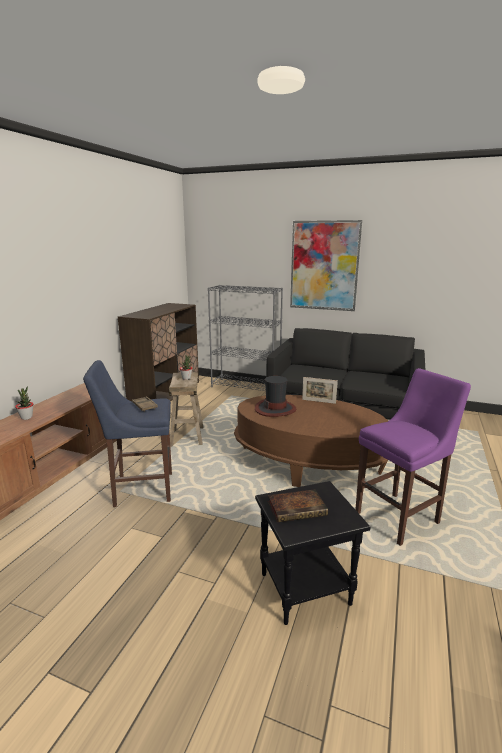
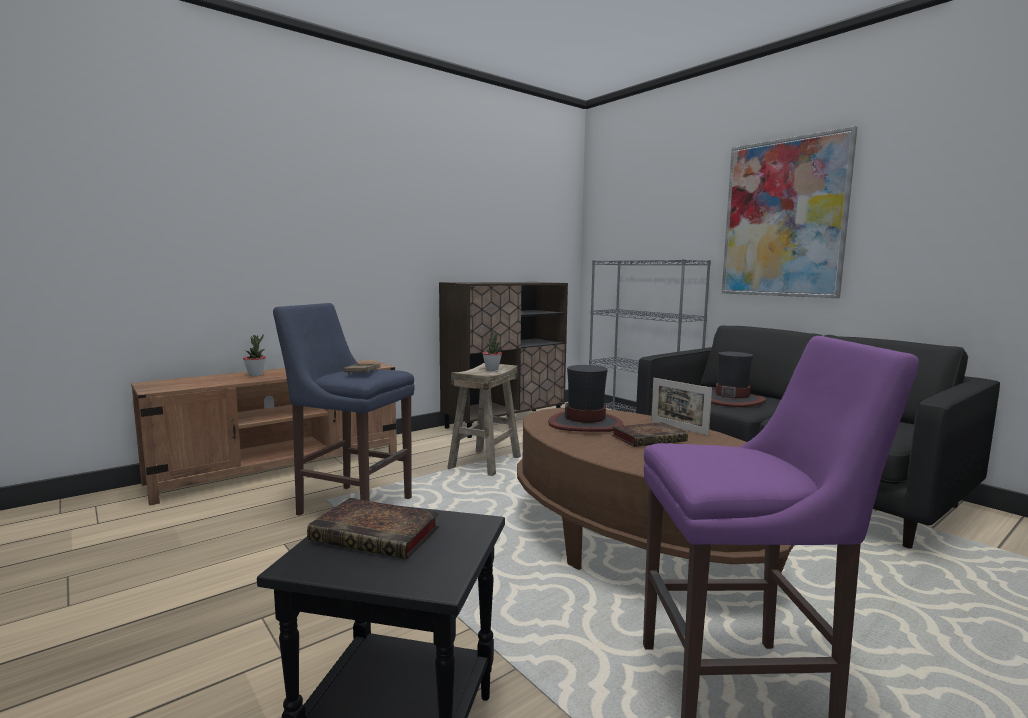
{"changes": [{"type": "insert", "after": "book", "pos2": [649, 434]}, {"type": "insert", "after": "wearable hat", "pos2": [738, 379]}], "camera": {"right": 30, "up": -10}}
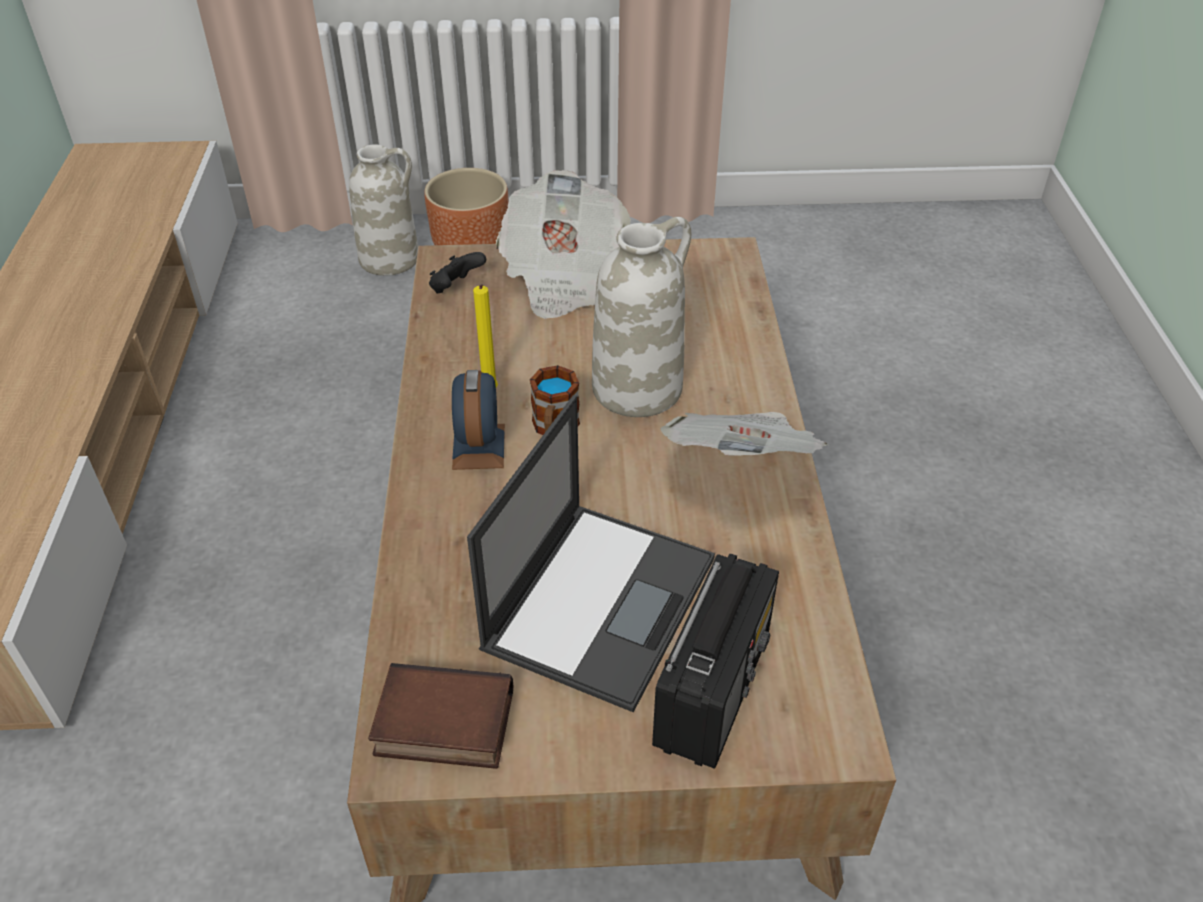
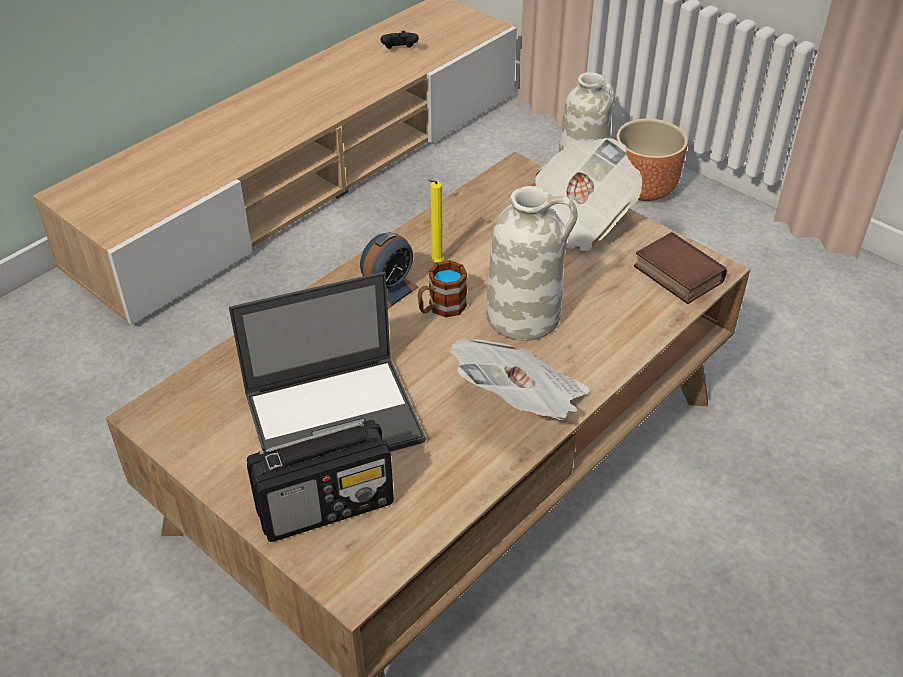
{"changes": [{"type": "move", "before": "blackish game controller", "pos1": [457, 272], "pos2": [400, 40]}, {"type": "move", "before": "book", "pos1": [440, 716], "pos2": [680, 268]}], "camera": {"right": 45, "up": 0}}
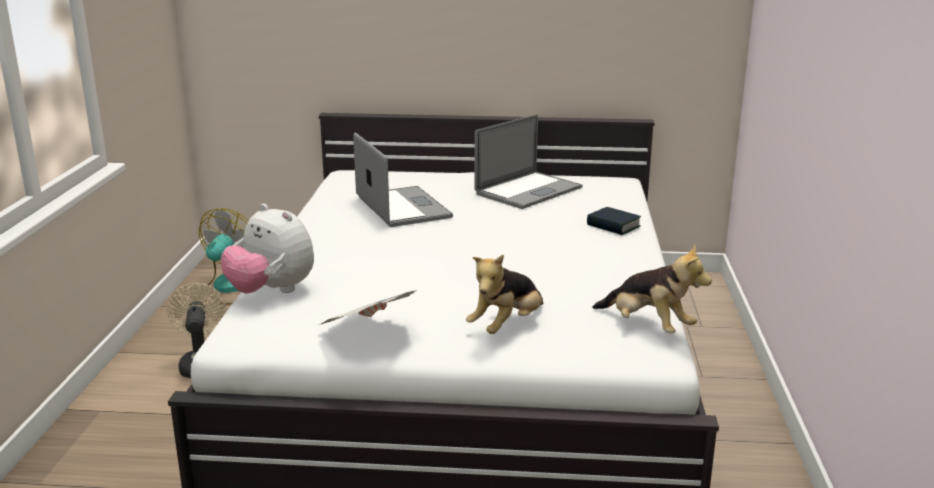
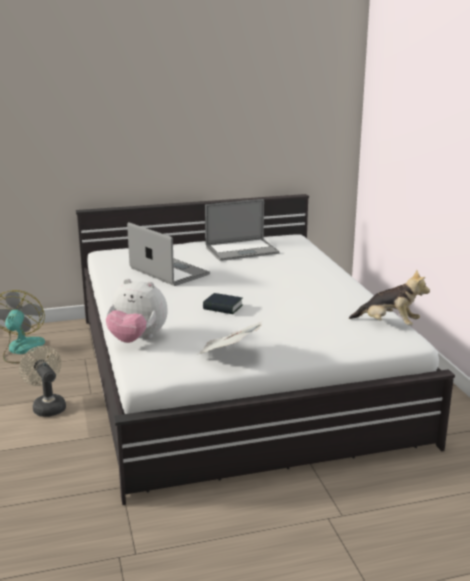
{"changes": [{"type": "move", "before": "book", "pos1": [614, 221], "pos2": [223, 303]}, {"type": "rotate", "before": "notebook computer", "pos1": [529, 161], "pos2": [242, 230], "turn": 45}, {"type": "delete", "before": "plush toy", "pos1": [504, 294]}], "camera": {"right": -20, "up": 0}}
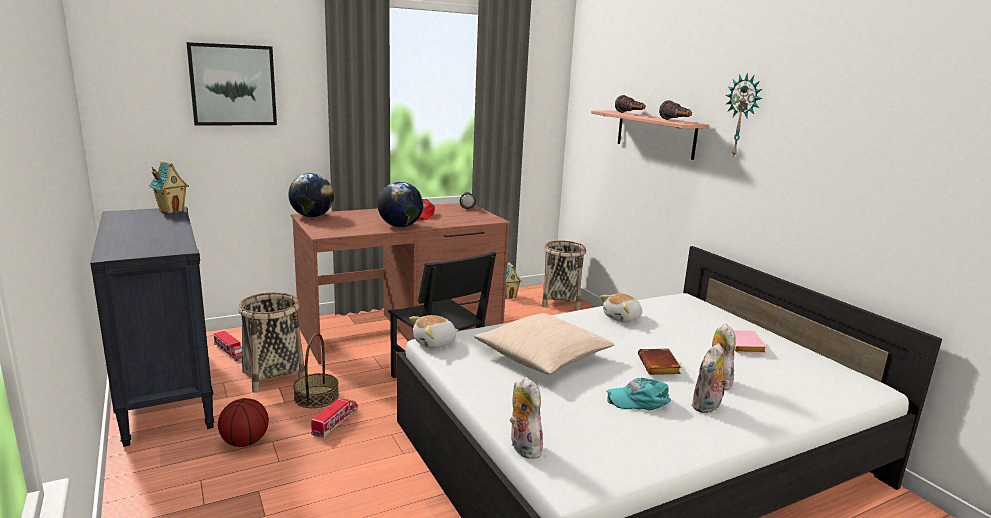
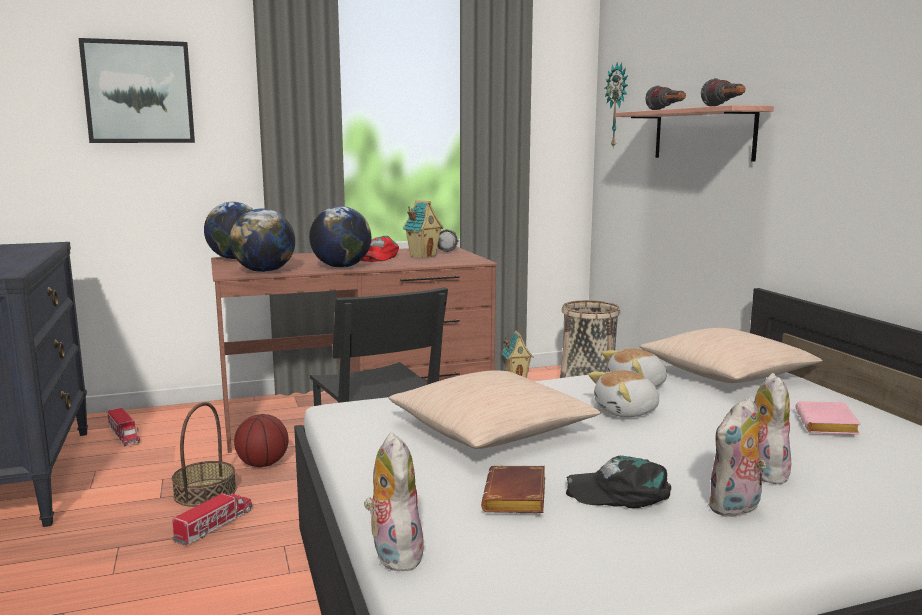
{"changes": [{"type": "insert", "after": "globe", "pos2": [262, 240]}, {"type": "move", "before": "basketball ball", "pos1": [243, 422], "pos2": [261, 440]}, {"type": "move", "before": "toy house", "pos1": [169, 187], "pos2": [423, 229]}, {"type": "move", "before": "brownish book", "pos1": [659, 361], "pos2": [513, 489]}, {"type": "recolor", "before": "blue-green baseball cap", "after": "blackish baseball cap", "pos1": [638, 394], "pos2": [618, 482]}, {"type": "move", "before": "plush toy", "pos1": [433, 331], "pos2": [624, 393]}, {"type": "move", "before": "clock on the wall", "pos1": [744, 115], "pos2": [616, 105]}, {"type": "insert", "after": "beige cushion", "pos2": [731, 355]}, {"type": "delete", "before": "basket", "pos1": [271, 342]}], "camera": {"right": 10, "up": -5}}
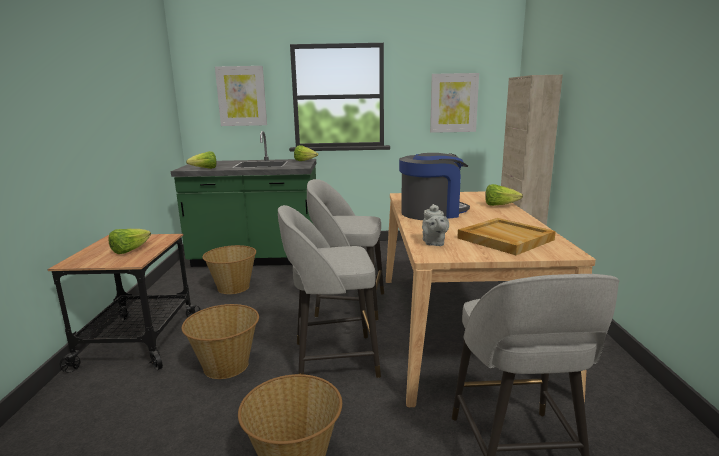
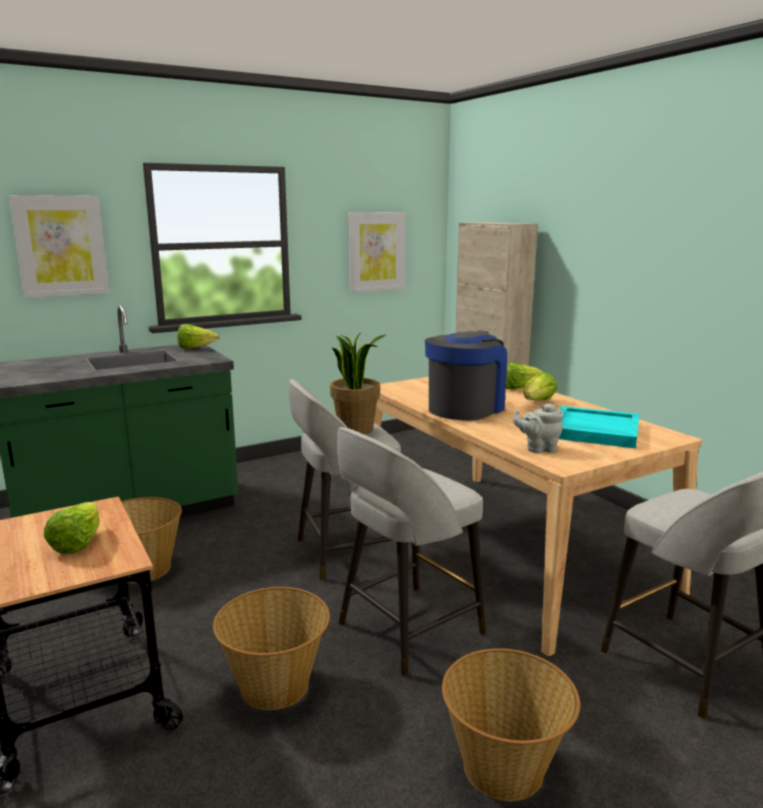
{"changes": [{"type": "insert", "after": "potted plant", "pos2": [358, 383]}, {"type": "rotate", "before": "grey tea pot", "pos1": [435, 225], "pos2": [538, 428], "turn": 120}, {"type": "move", "before": "head of lettuce", "pos1": [201, 160], "pos2": [540, 386]}, {"type": "recolor", "before": "beige serving tray", "after": "blue-green serving tray", "pos1": [506, 236], "pos2": [599, 427]}], "camera": {"right": -30, "up": 0}}
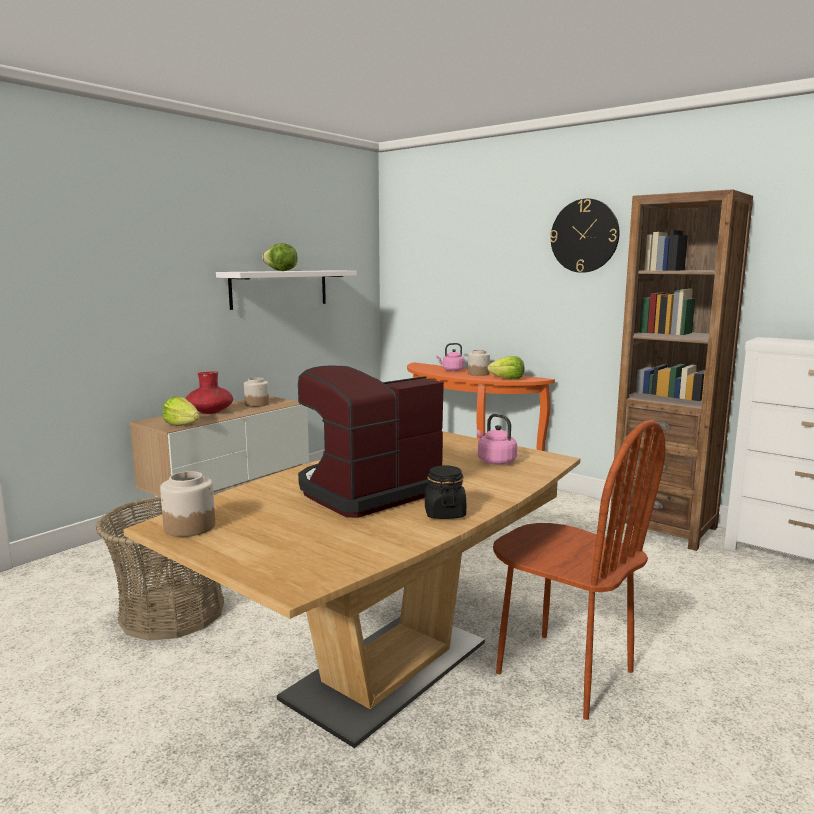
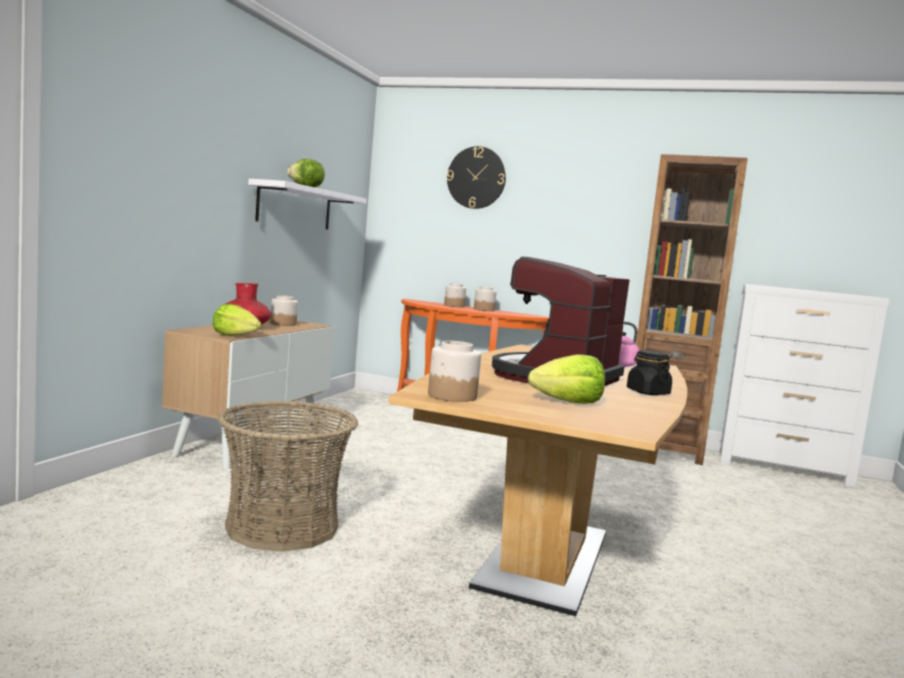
{"changes": [{"type": "replace", "before": "pink-coloured kettle", "after": "preserve jar", "pos1": [450, 357], "pos2": [455, 295]}, {"type": "move", "before": "clock on the wall", "pos1": [584, 236], "pos2": [476, 177]}, {"type": "move", "before": "head of lettuce", "pos1": [505, 367], "pos2": [566, 379]}, {"type": "delete", "before": "brownish chair", "pos1": [579, 570]}], "camera": {"right": -20, "up": -5}}
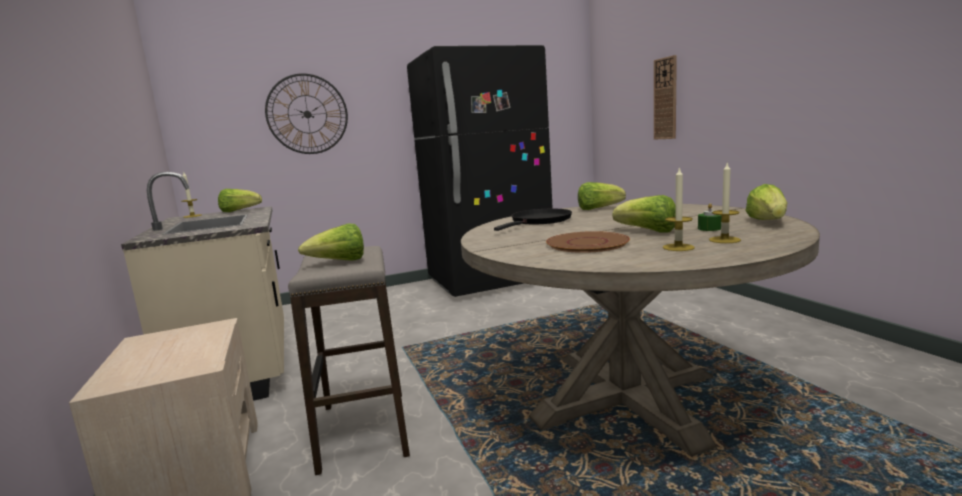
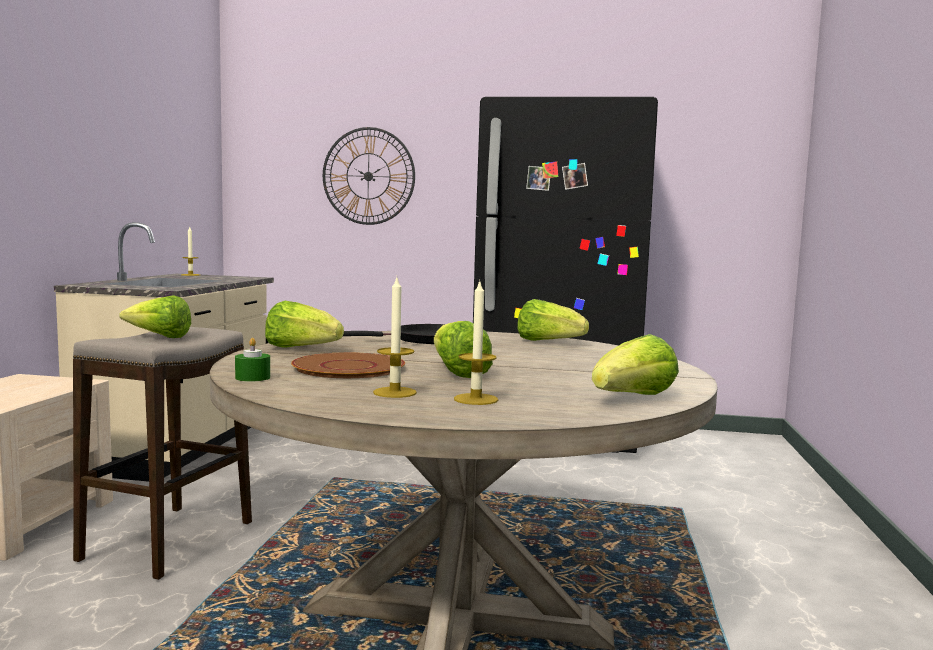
{"changes": [{"type": "move", "before": "greenish wax light", "pos1": [709, 217], "pos2": [252, 360]}, {"type": "move", "before": "head of lettuce", "pos1": [240, 200], "pos2": [304, 324]}, {"type": "delete", "before": "clock on the wall", "pos1": [665, 97]}], "camera": {"right": 30, "up": -5}}
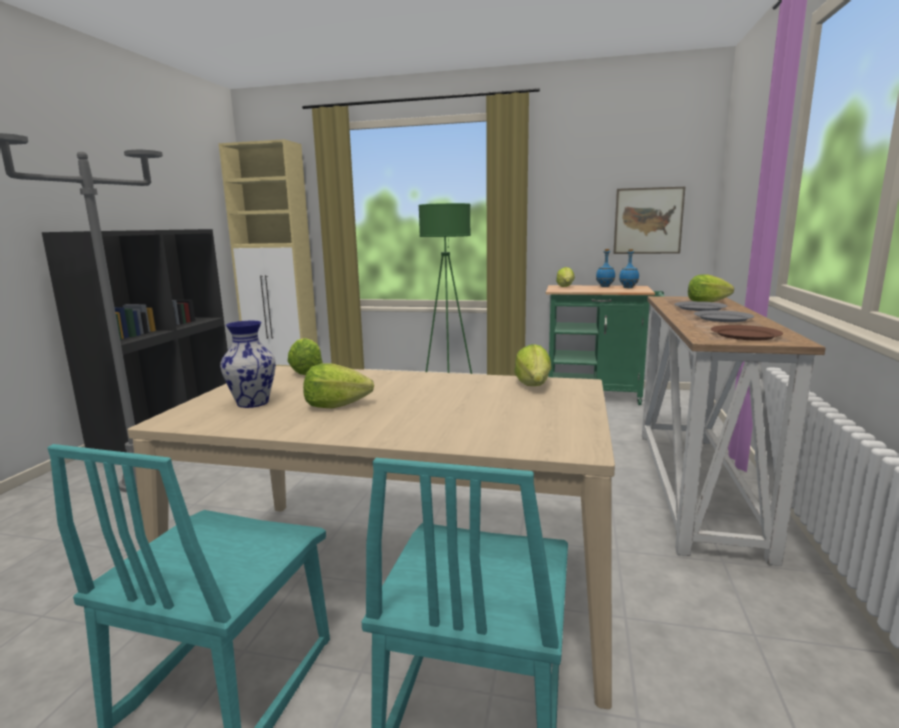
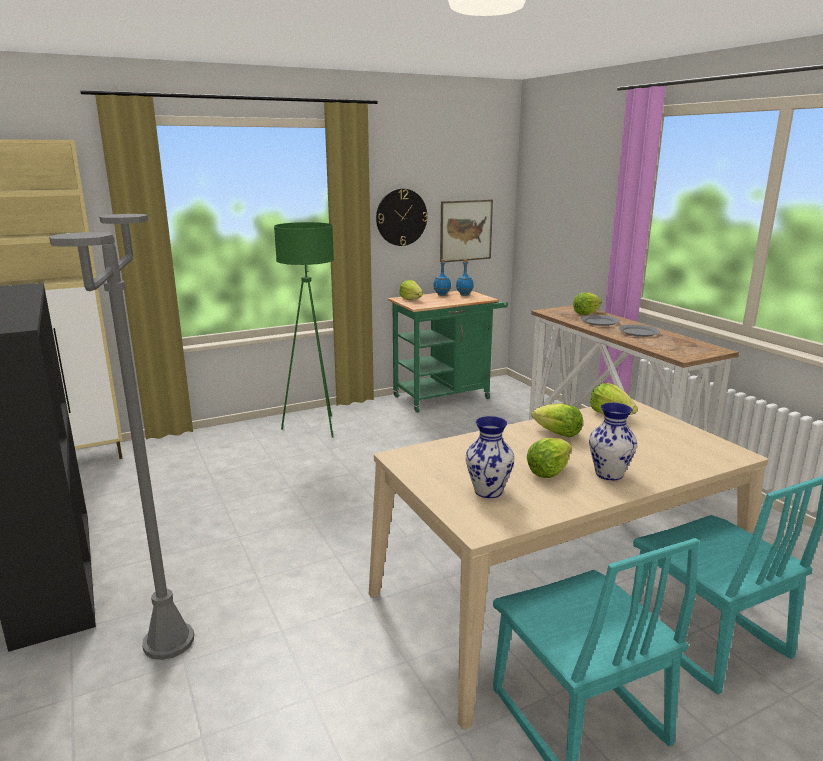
{"changes": [{"type": "insert", "after": "clock on the wall", "pos2": [402, 217]}, {"type": "move", "before": "head of lettuce", "pos1": [305, 356], "pos2": [557, 420]}, {"type": "insert", "after": "decorative vase", "pos2": [613, 442]}, {"type": "delete", "before": "brownish plate", "pos1": [747, 332]}], "camera": {"right": -40, "up": 5}}
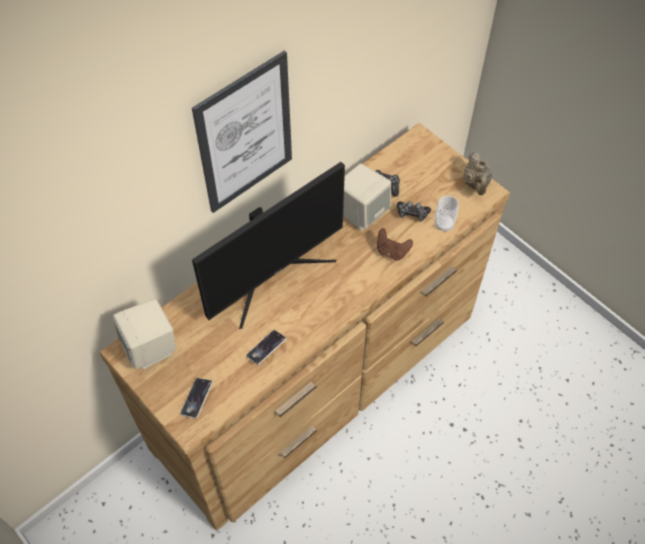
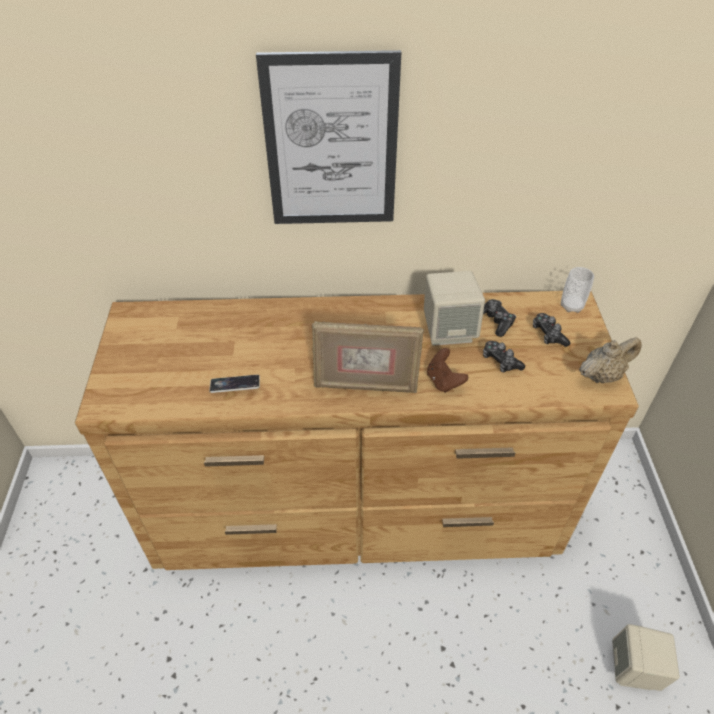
{"changes": [{"type": "insert", "after": "photo frame", "pos2": [368, 357]}, {"type": "insert", "after": "game controller", "pos2": [551, 330]}, {"type": "move", "before": "drinking cup", "pos1": [447, 214], "pos2": [577, 290]}, {"type": "rotate", "before": "beige tea pot", "pos1": [477, 173], "pos2": [610, 360], "turn": -150}, {"type": "move", "before": "beige speaker", "pos1": [144, 334], "pos2": [646, 657]}, {"type": "delete", "before": "phone", "pos1": [196, 398]}, {"type": "delete", "before": "monitor", "pos1": [268, 245]}], "camera": {"right": 40, "up": -10}}
